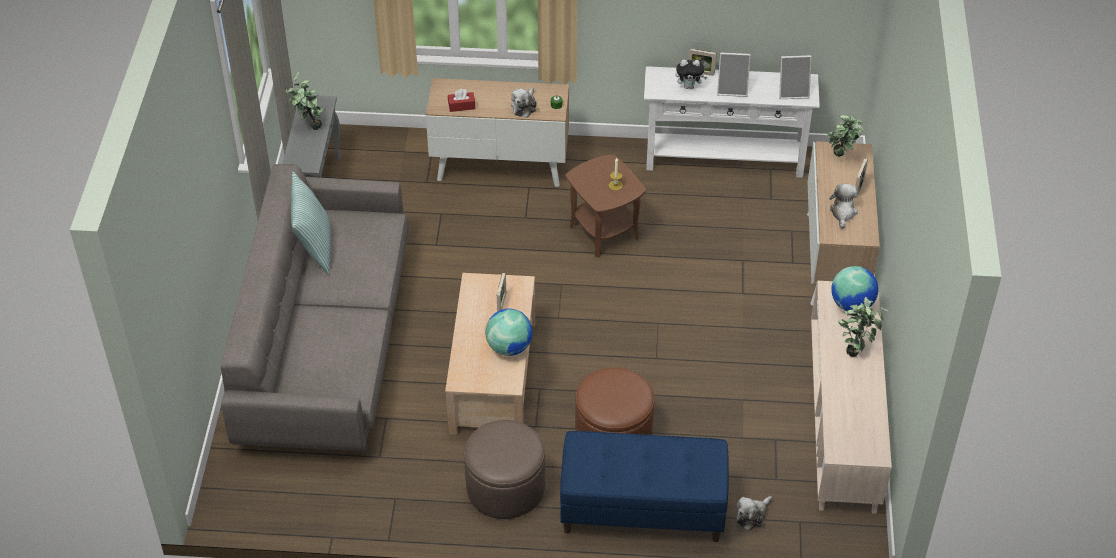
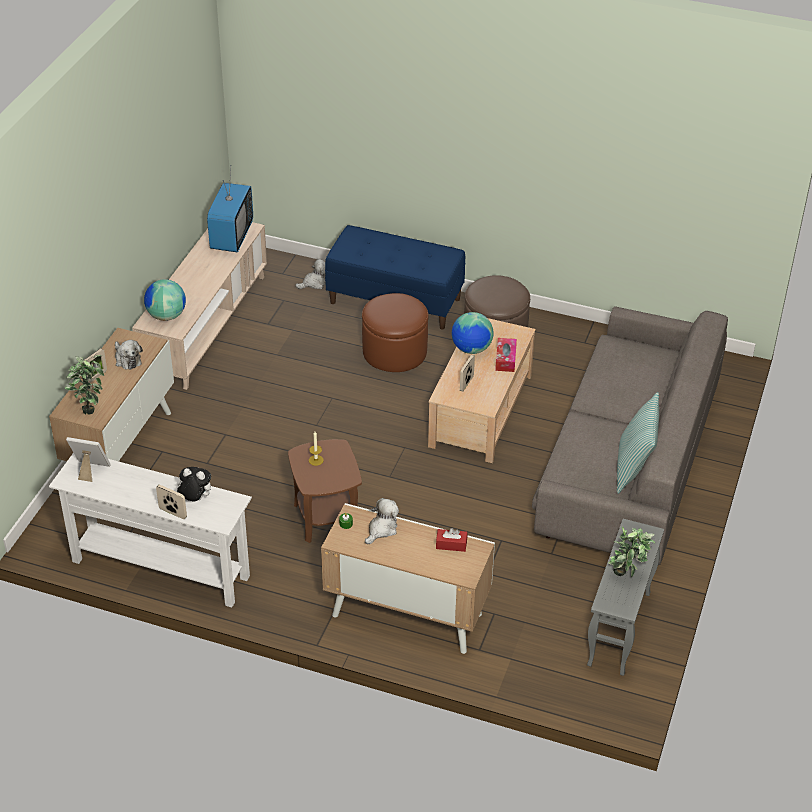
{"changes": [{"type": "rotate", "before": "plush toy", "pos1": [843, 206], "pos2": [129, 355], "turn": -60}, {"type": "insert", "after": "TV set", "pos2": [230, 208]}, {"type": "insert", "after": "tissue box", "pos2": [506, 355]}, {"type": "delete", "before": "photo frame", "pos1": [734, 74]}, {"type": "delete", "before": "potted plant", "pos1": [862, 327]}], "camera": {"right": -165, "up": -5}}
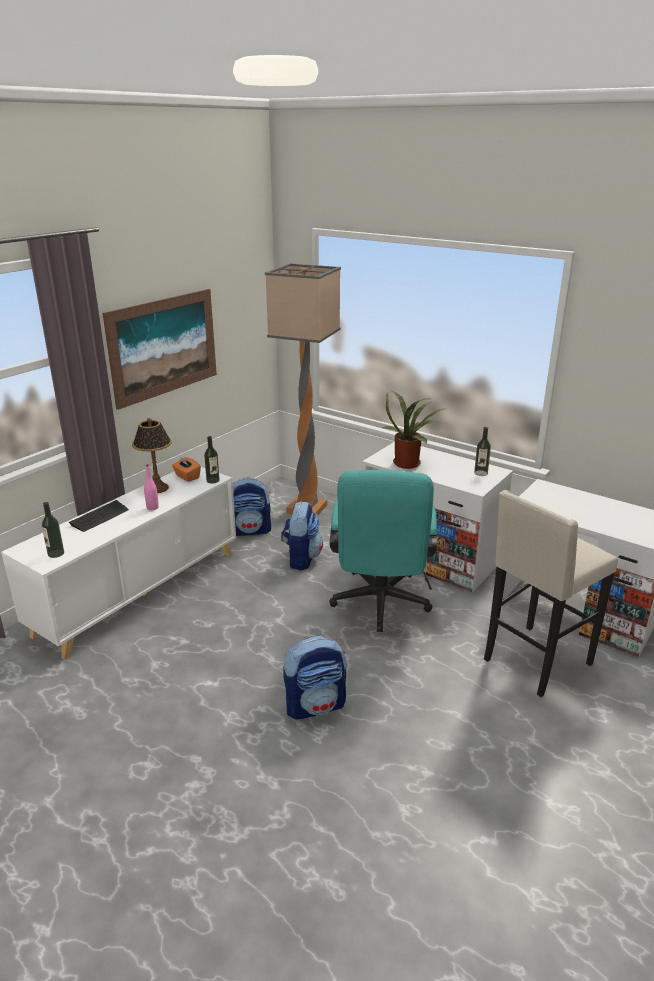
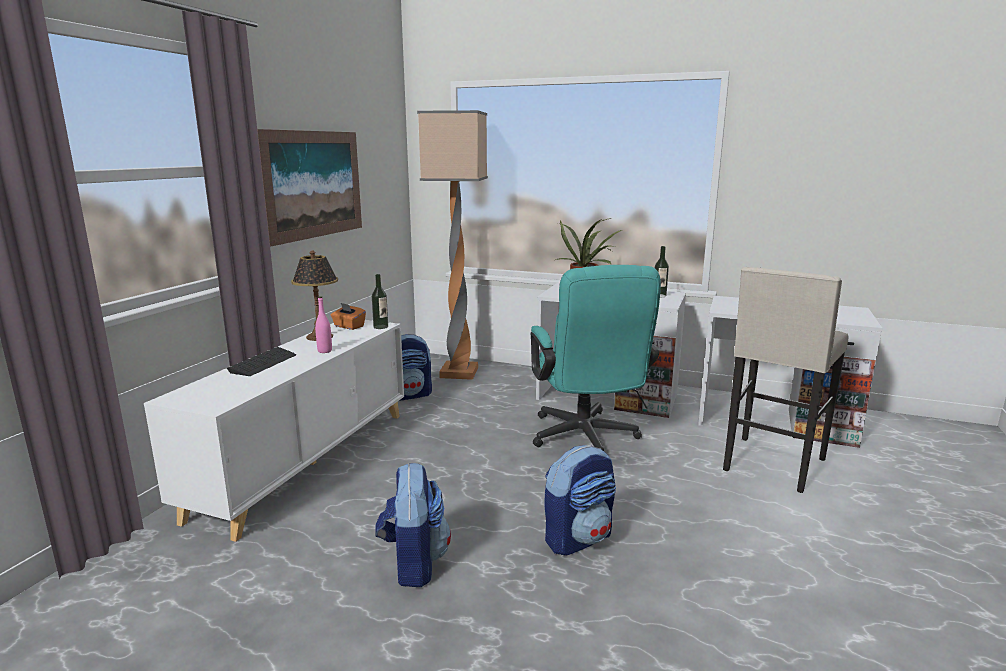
{"changes": [{"type": "move", "before": "rucksack", "pos1": [302, 536], "pos2": [413, 525]}, {"type": "delete", "before": "drink bottle", "pos1": [53, 530]}], "camera": {"right": -15, "up": -10}}
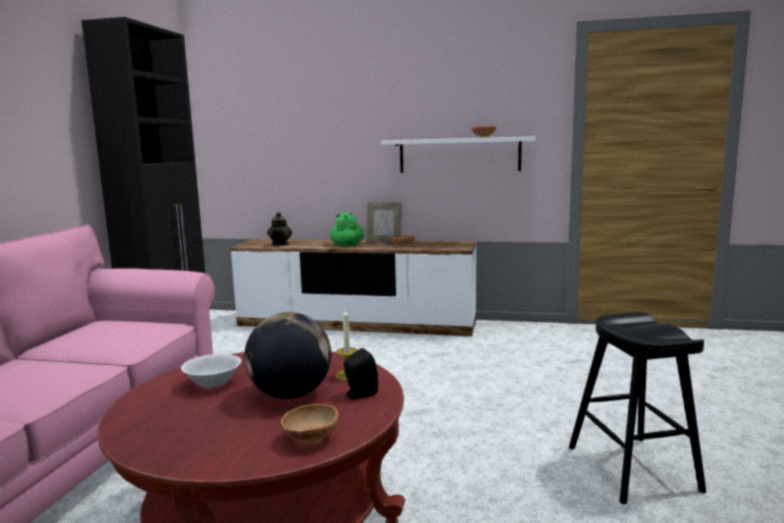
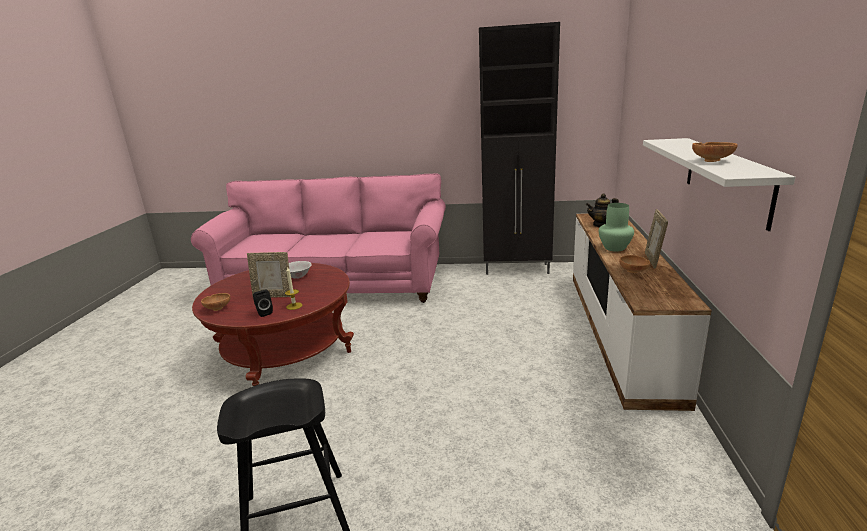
{"changes": [{"type": "replace", "before": "globe", "after": "photo frame", "pos1": [287, 355], "pos2": [269, 274]}, {"type": "replace", "before": "greenish tea pot", "after": "greenish decorative vase", "pos1": [347, 229], "pos2": [616, 227]}], "camera": {"right": 85, "up": 10}}
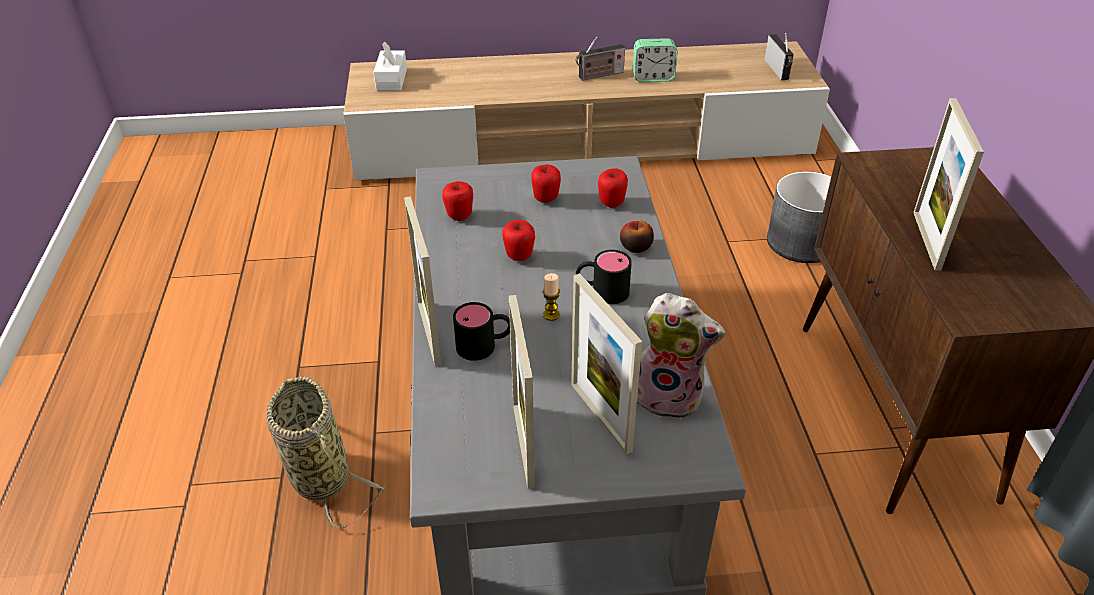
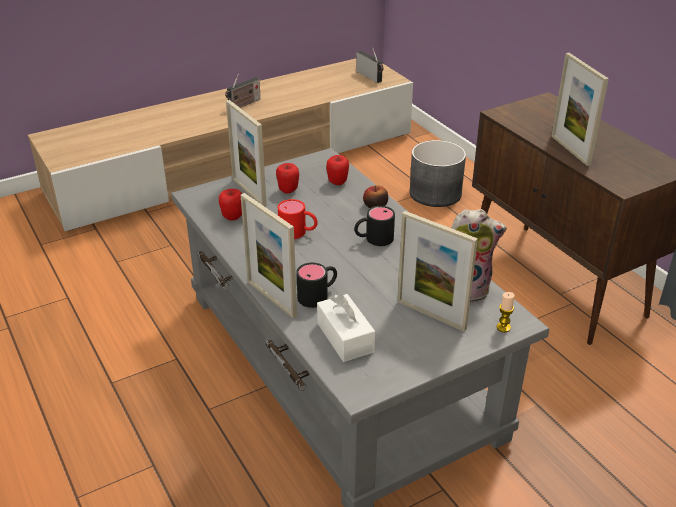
{"changes": [{"type": "move", "before": "photo frame", "pos1": [522, 392], "pos2": [246, 153]}, {"type": "replace", "before": "apple", "after": "red-coloured tea mug", "pos1": [518, 240], "pos2": [298, 219]}, {"type": "move", "before": "white tissue box", "pos1": [390, 66], "pos2": [346, 328]}, {"type": "move", "before": "wax light", "pos1": [551, 297], "pos2": [506, 312]}, {"type": "delete", "before": "basket", "pos1": [325, 452]}, {"type": "delete", "before": "alarm clock", "pos1": [655, 60]}], "camera": {"right": -25, "up": -5}}
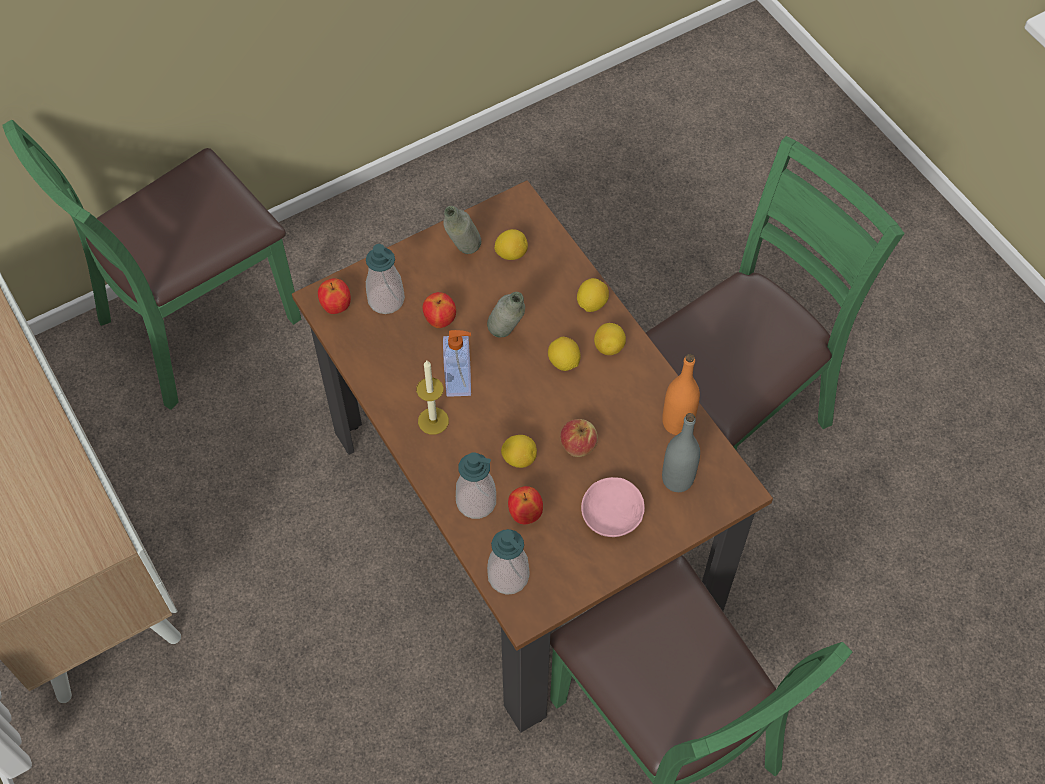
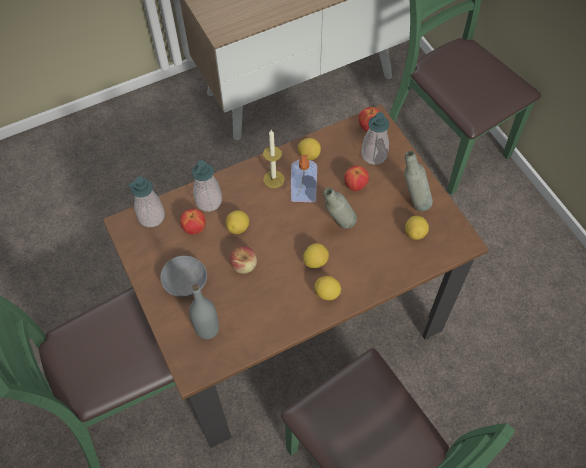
{"changes": [{"type": "recolor", "before": "pink-coloured bowl", "after": "grey bowl", "pos1": [613, 507], "pos2": [183, 276]}, {"type": "move", "before": "lemon", "pos1": [593, 295], "pos2": [309, 149]}, {"type": "delete", "before": "orange-coloured drink bottle", "pos1": [681, 394]}], "camera": {"right": 95, "up": 0}}
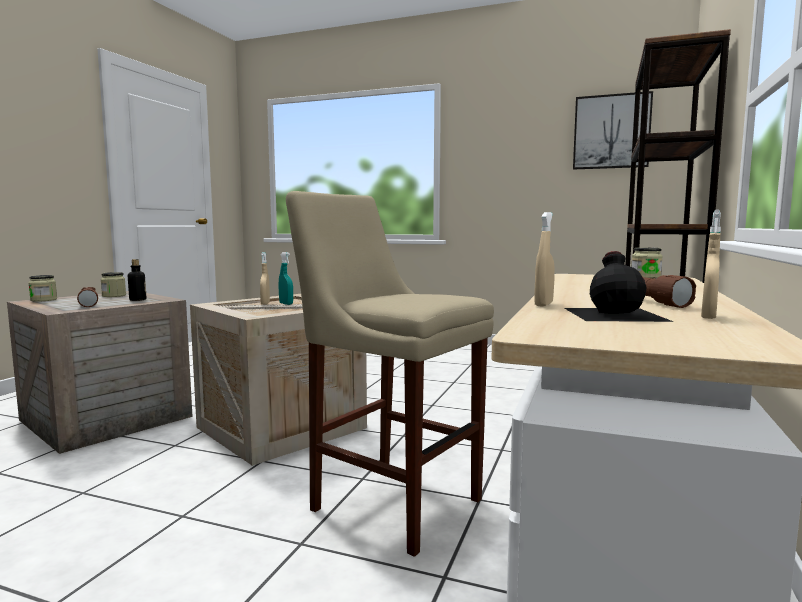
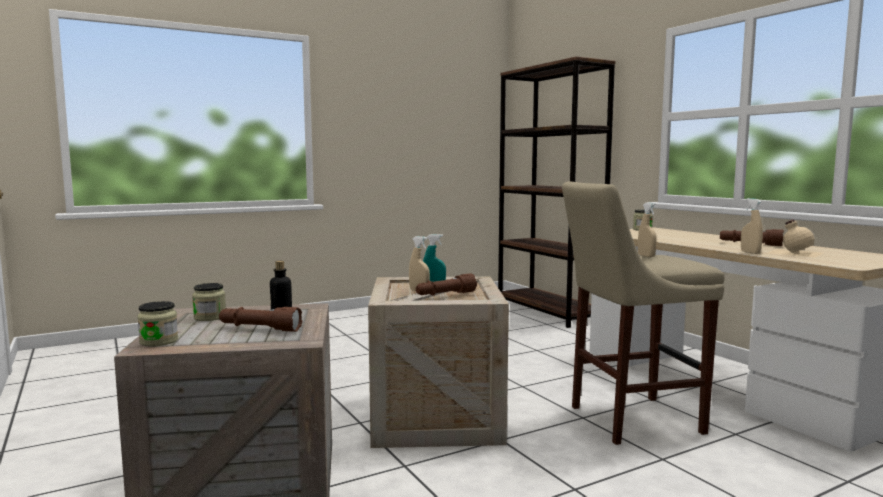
{"changes": [{"type": "insert", "after": "brownish hand torch", "pos2": [446, 284]}, {"type": "move", "before": "beige spray bottle", "pos1": [711, 264], "pos2": [647, 230]}, {"type": "recolor", "before": "blackish drink bottle", "after": "beige drink bottle", "pos1": [619, 286], "pos2": [795, 239]}, {"type": "delete", "before": "wall art", "pos1": [613, 130]}], "camera": {"right": -50, "up": 0}}
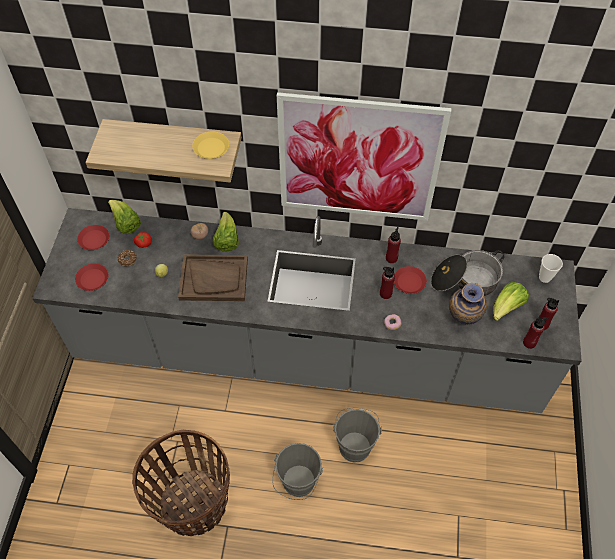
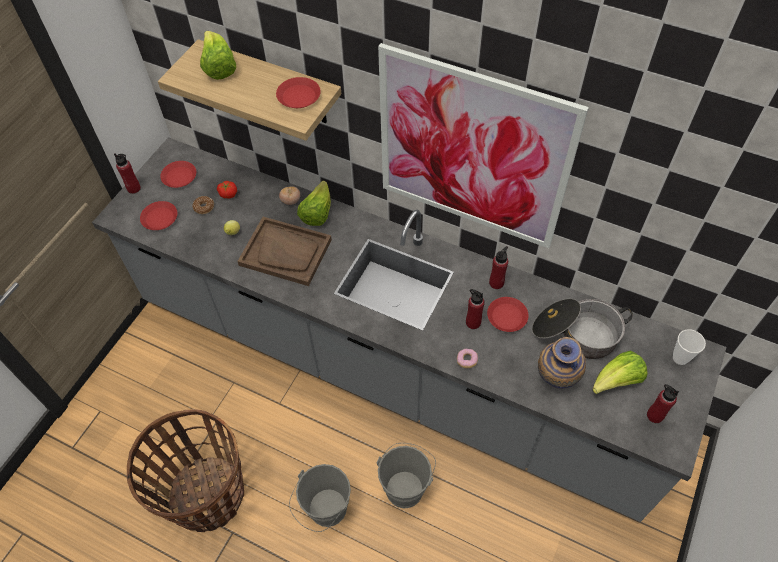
{"changes": [{"type": "move", "before": "red-coloured drink bottle", "pos1": [536, 333], "pos2": [127, 173]}, {"type": "move", "before": "head of lettuce", "pos1": [124, 217], "pos2": [218, 55]}, {"type": "recolor", "before": "yellowish plate", "after": "red-coloured plate", "pos1": [210, 145], "pos2": [298, 92]}], "camera": {"right": 20, "up": 0}}
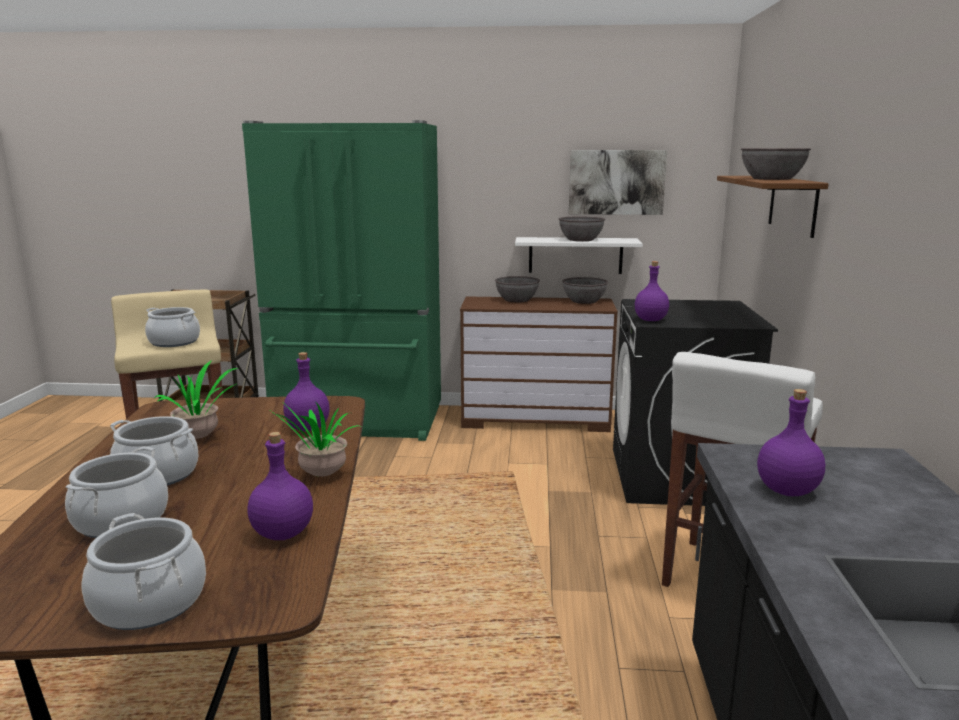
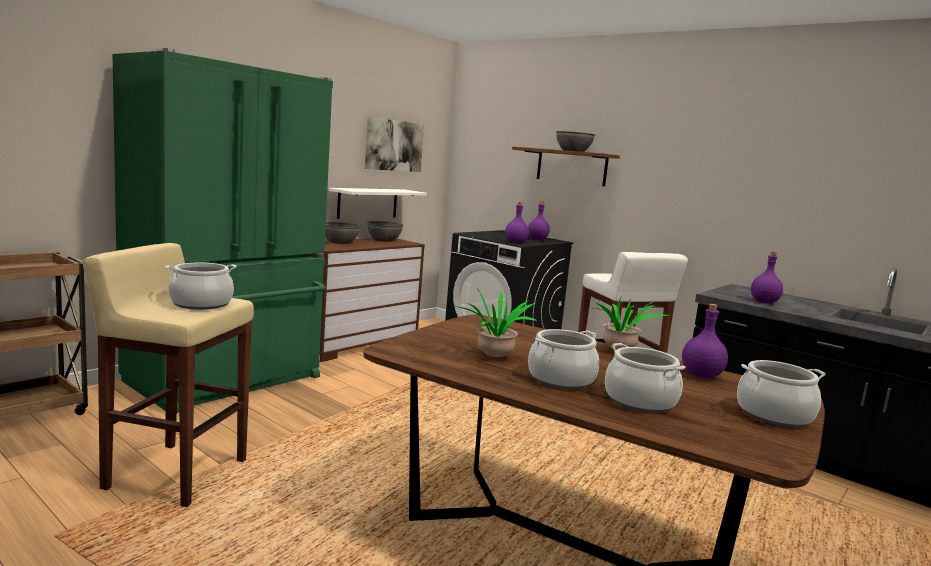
{"changes": [{"type": "move", "before": "purplish drink bottle", "pos1": [306, 391], "pos2": [539, 220]}, {"type": "delete", "before": "grey bowl", "pos1": [582, 229]}], "camera": {"right": -55, "up": -5}}
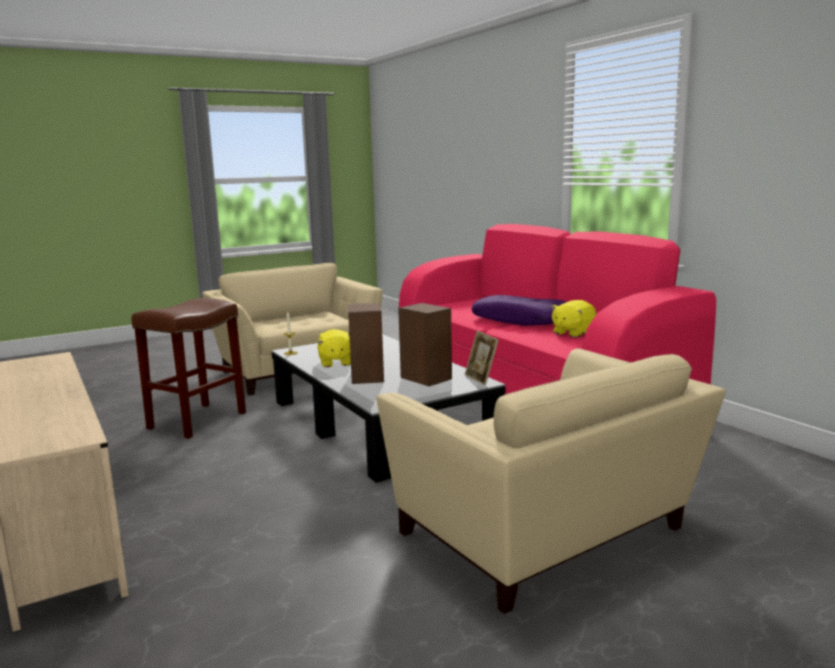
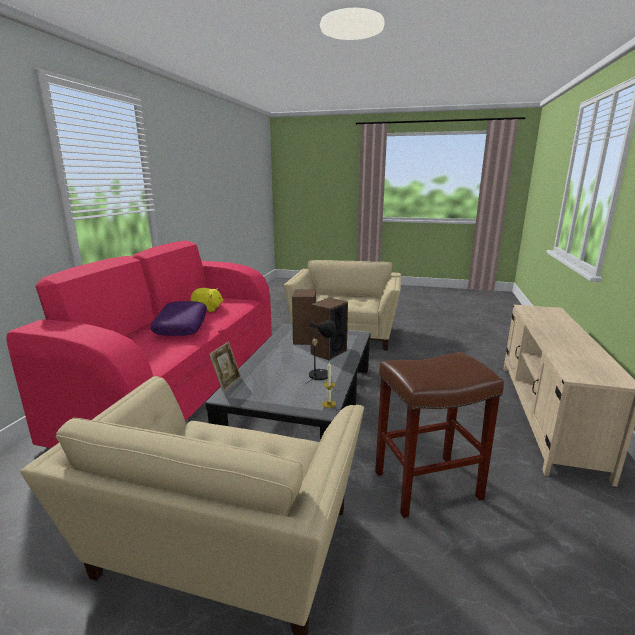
{"changes": [{"type": "move", "before": "photo frame", "pos1": [482, 358], "pos2": [225, 367]}, {"type": "replace", "before": "yellowish plush toy", "after": "blackish table lamp", "pos1": [334, 348], "pos2": [321, 352]}], "camera": {"right": -135, "up": 5}}
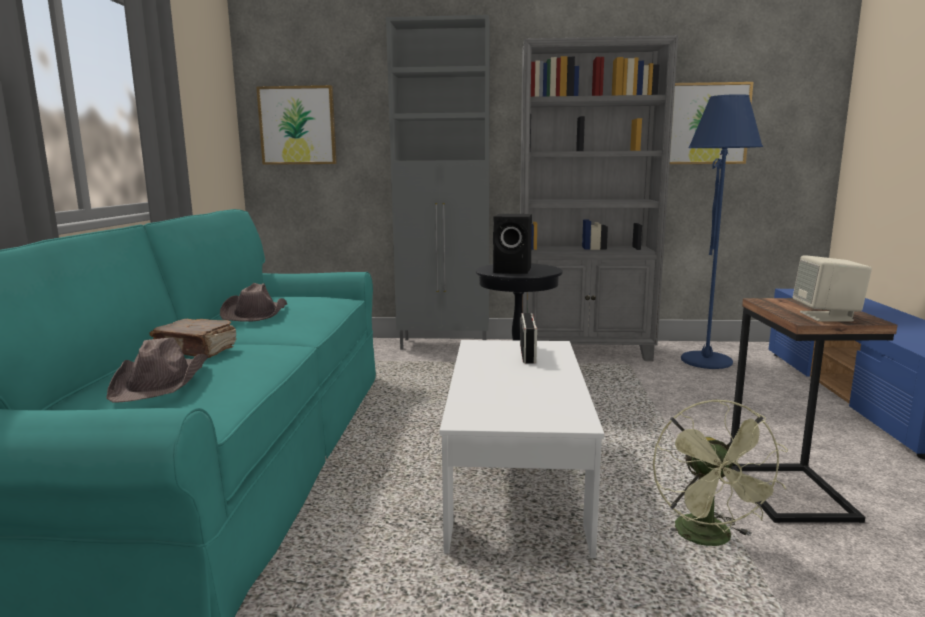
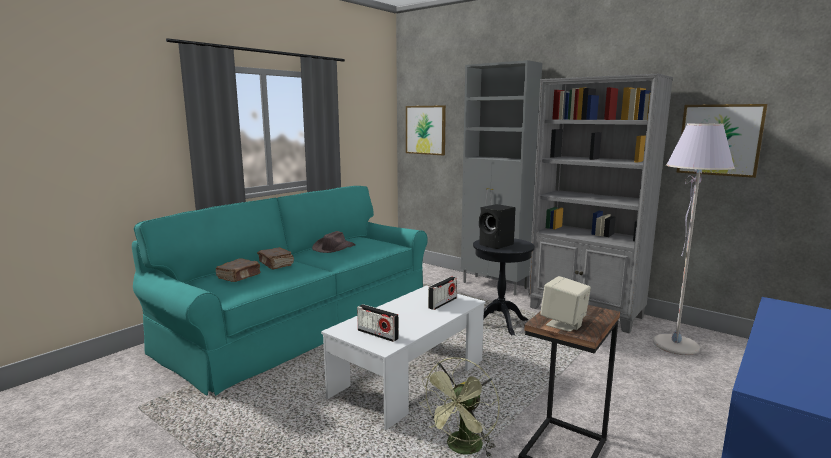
{"changes": [{"type": "replace", "before": "brownish wearable hat", "after": "brownish book", "pos1": [157, 370], "pos2": [238, 270]}, {"type": "insert", "after": "radio", "pos2": [378, 323]}, {"type": "recolor", "before": "blue floor lamp", "after": "grey floor lamp", "pos1": [722, 231], "pos2": [694, 239]}], "camera": {"right": 35, "up": 0}}
